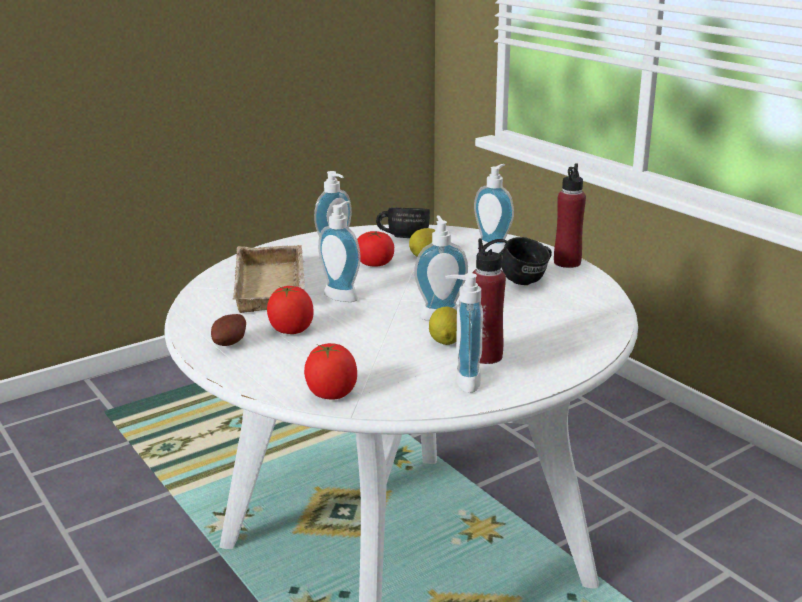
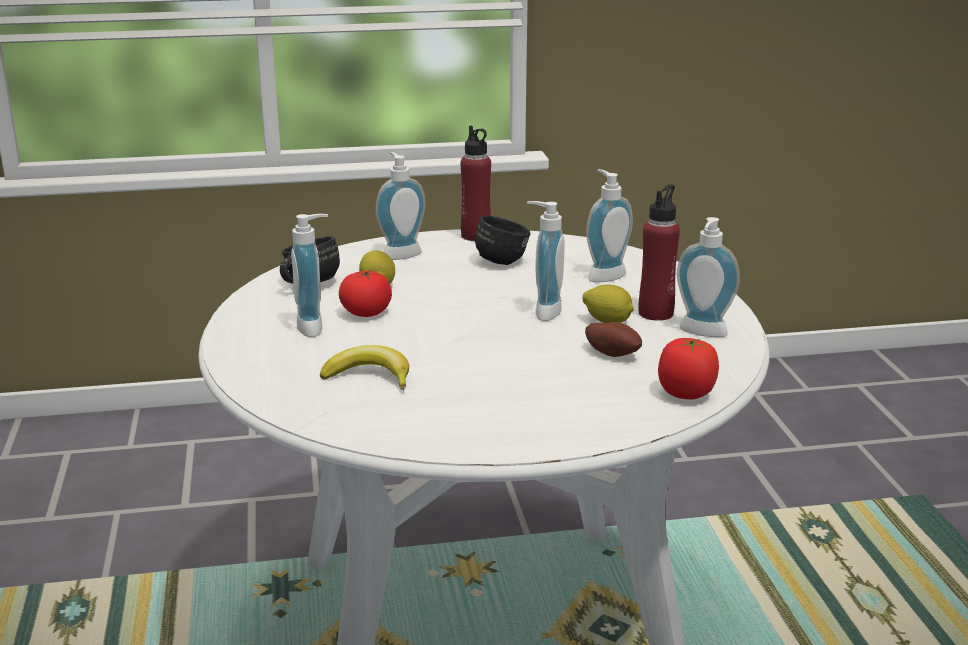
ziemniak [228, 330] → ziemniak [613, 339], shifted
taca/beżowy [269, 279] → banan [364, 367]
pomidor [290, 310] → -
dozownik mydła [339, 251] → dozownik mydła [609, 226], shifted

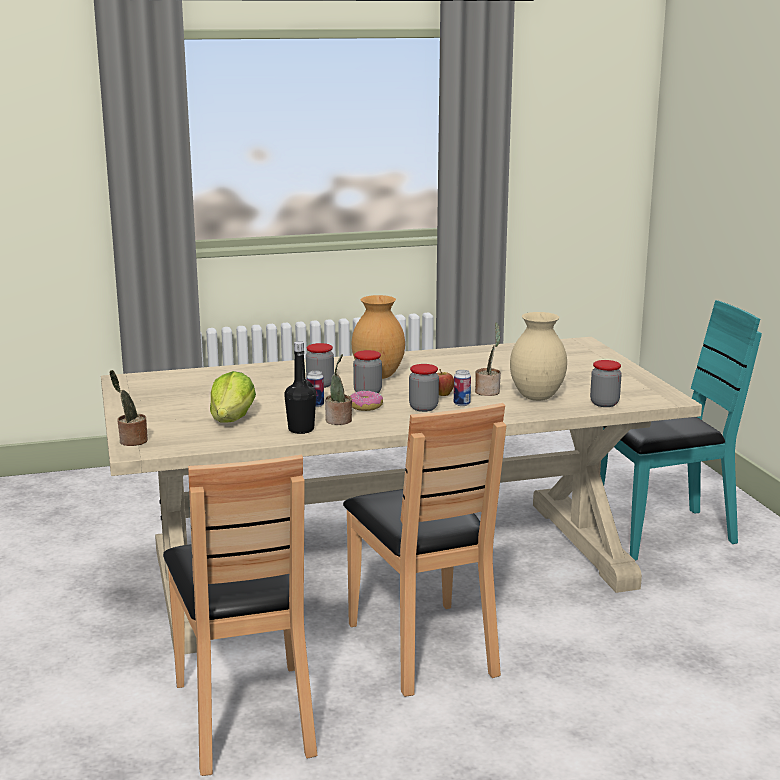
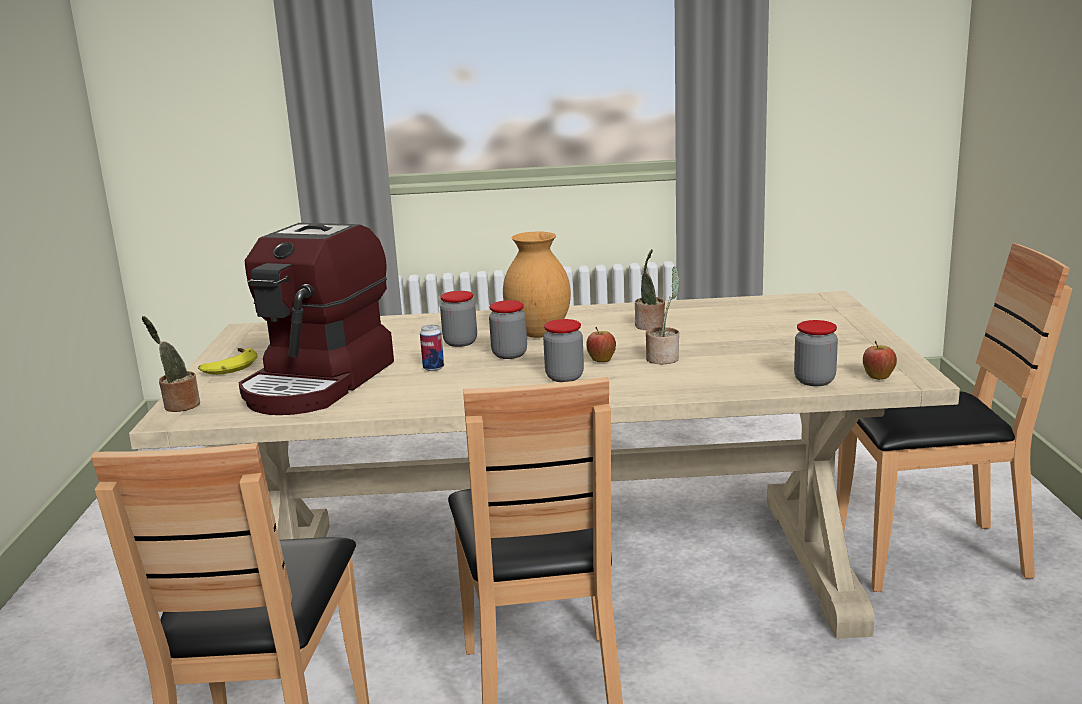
sałata [233, 397] → ekspres do kawy [316, 319]
butelka/czarny [300, 387] → -
roślina doniczkowa [338, 389] → roślina doniczkowa [650, 289], shifted
donut [366, 401] → -
puszka [462, 388] → -
wazon/beżowy [538, 356] → -
krzesło/turkusowy [681, 430] → krzesło/brązowy [954, 417]
- → banan [227, 361]
- → jabłko [880, 360]

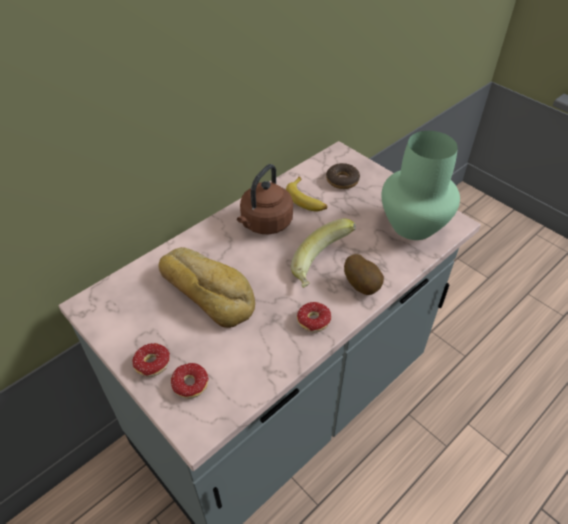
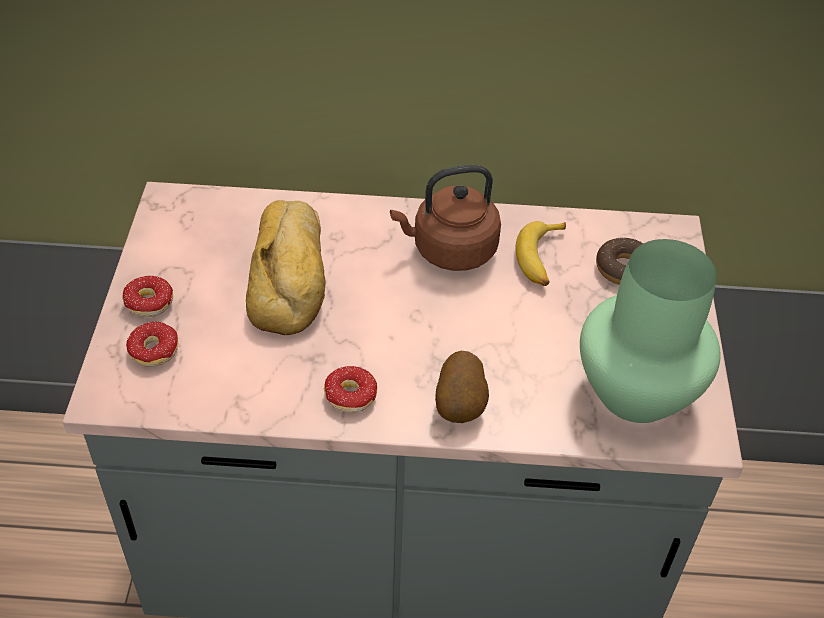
banan [323, 253] → -

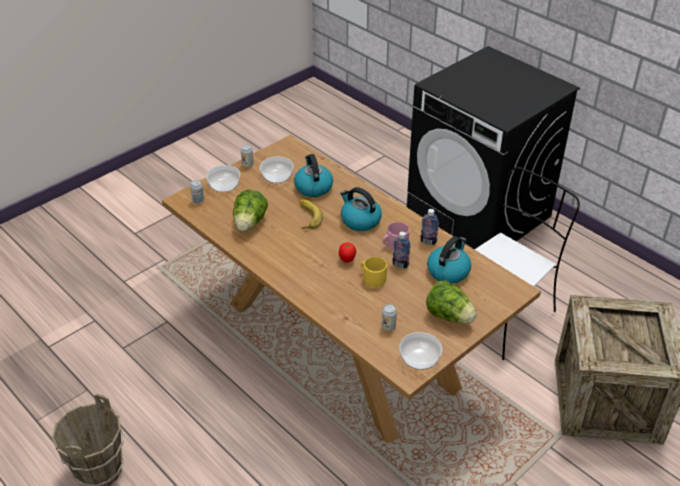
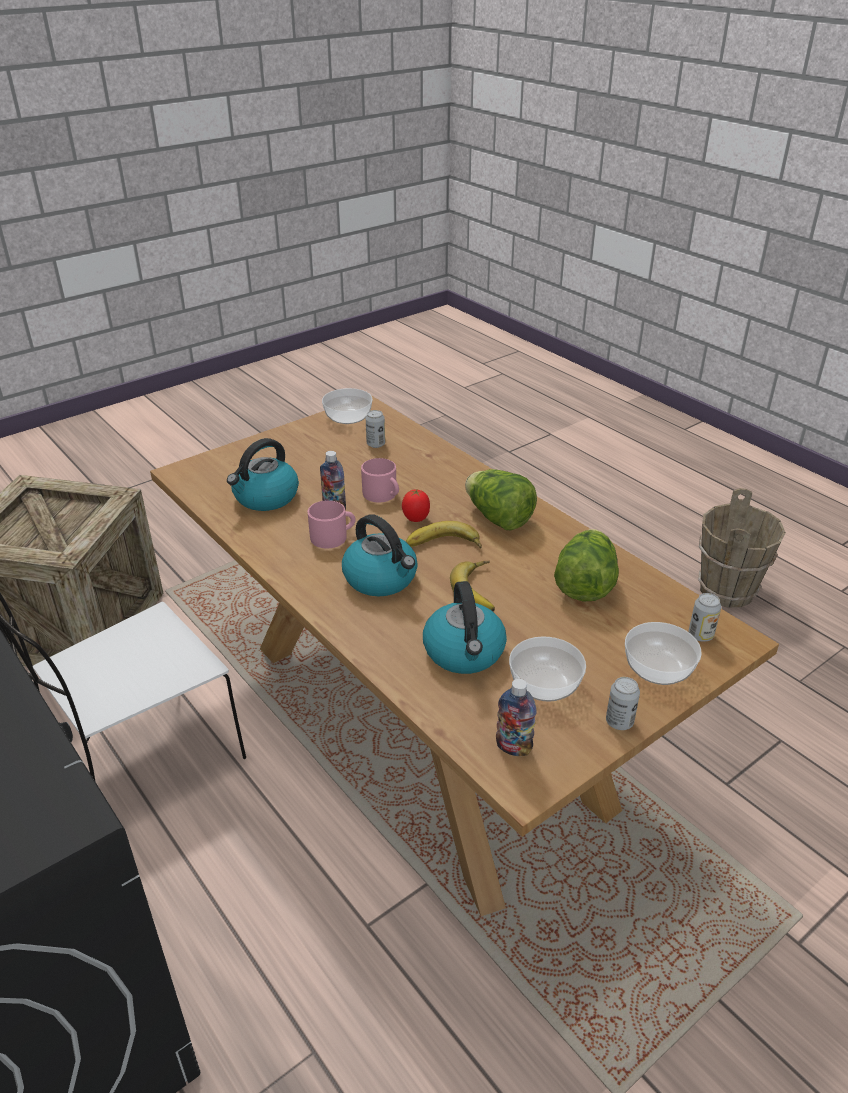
kubek/żółty [373, 272] → kubek/różowy [380, 480]
butelka [429, 227] → butelka [516, 717], shifted
sałata [451, 302] → sałata [501, 500], shifted
- → banan [443, 535]

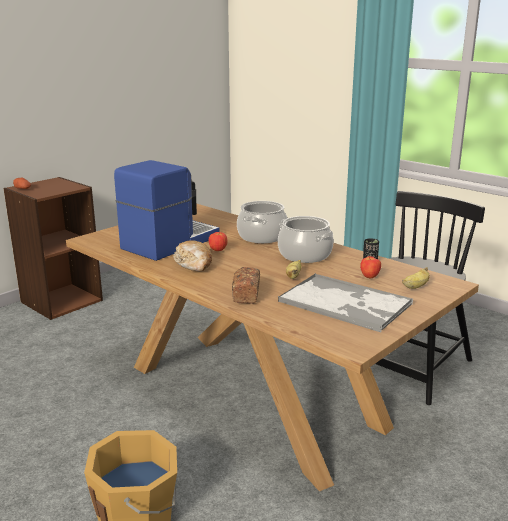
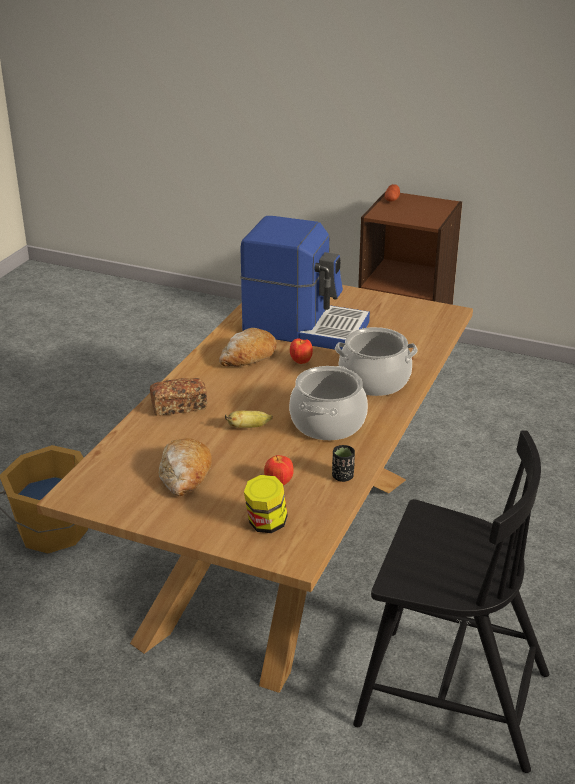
taca [345, 302] → chleb [185, 467]
banan [416, 278] → słoik [266, 504]

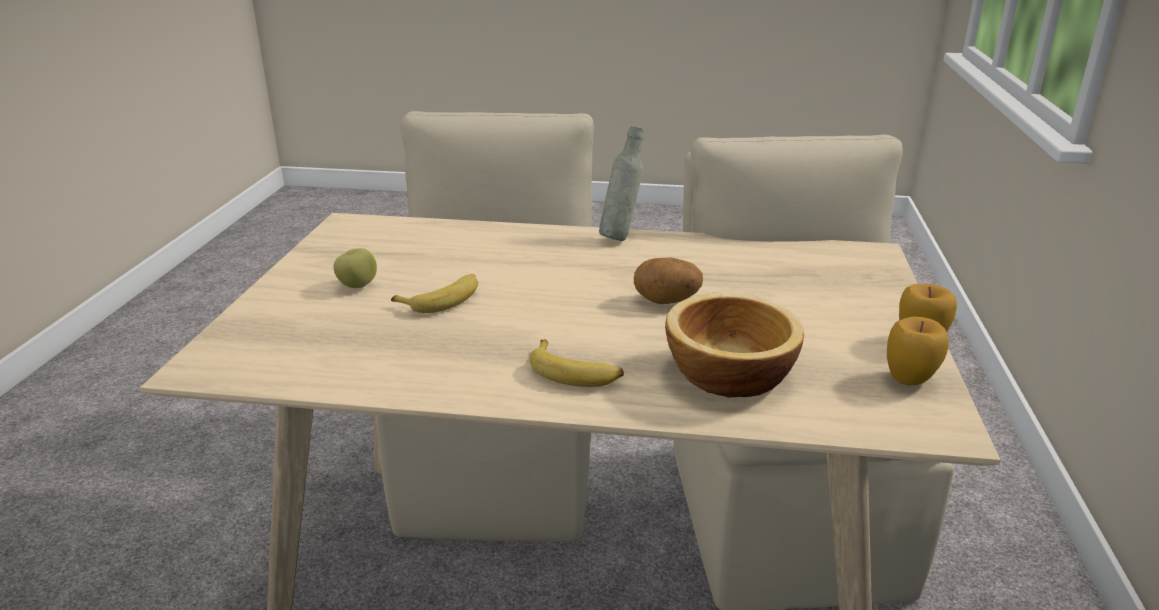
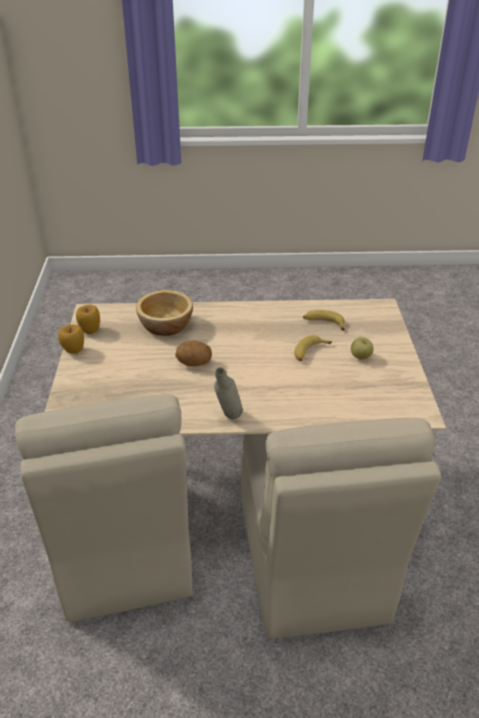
banan [577, 363] → banan [324, 320], shifted

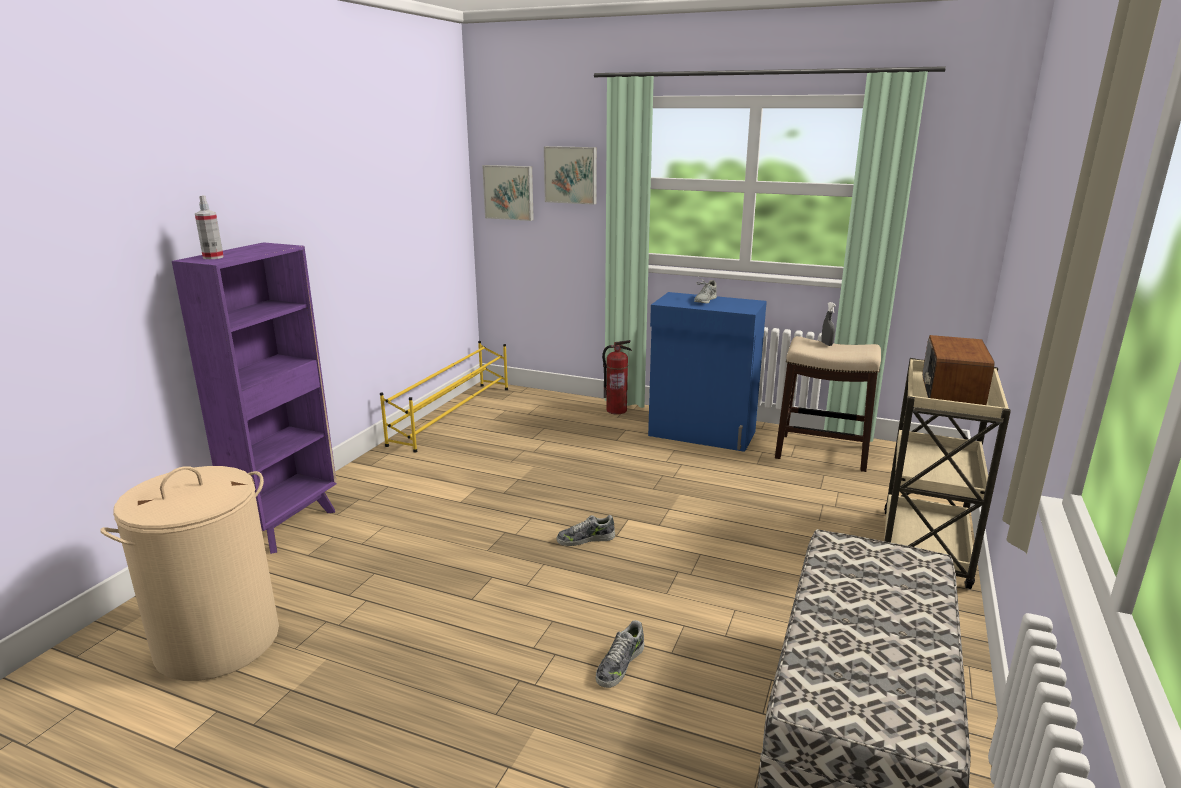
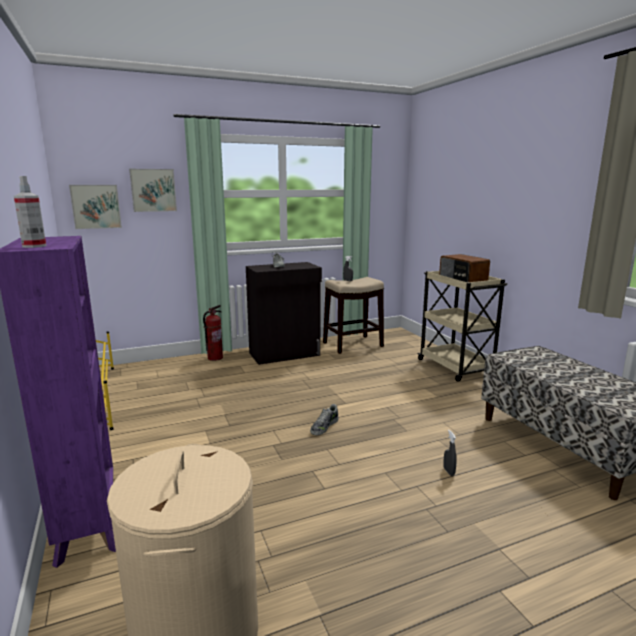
but [620, 654] → spryskiwacz/szary [450, 453]
szafka/niebieski [707, 372] → szafka/czarny [284, 313]

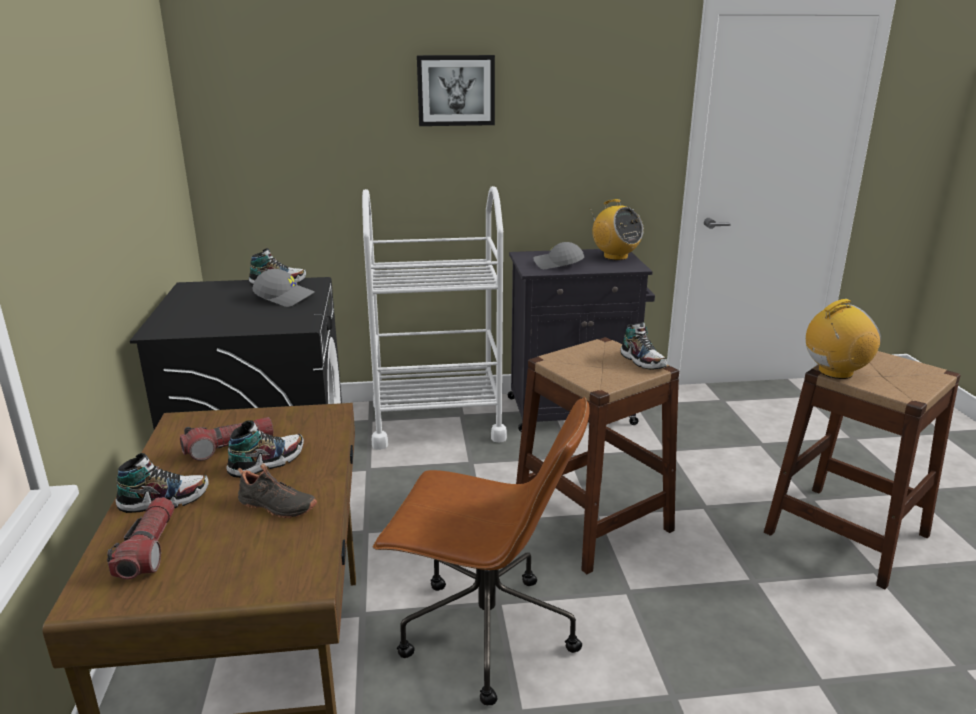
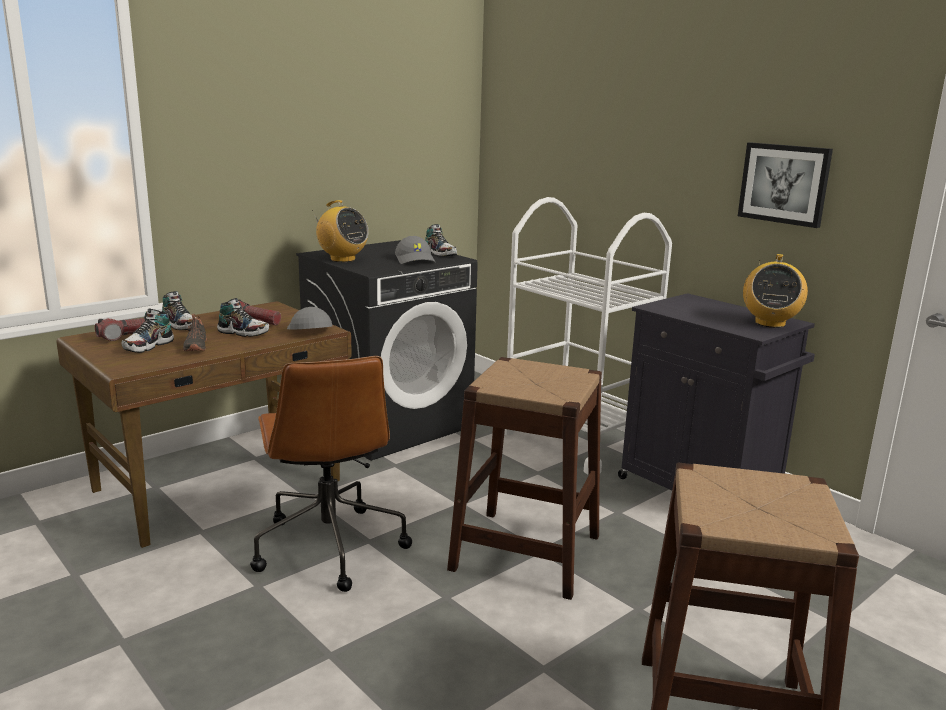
obraz [456, 90] → obraz [785, 185], shifted
czapka z daszkiem/szary [558, 255] → czapka z daszkiem/szary [310, 318], shifted
but [643, 346] → but [147, 330], shifted
radio [843, 339] → radio [340, 231], shifted

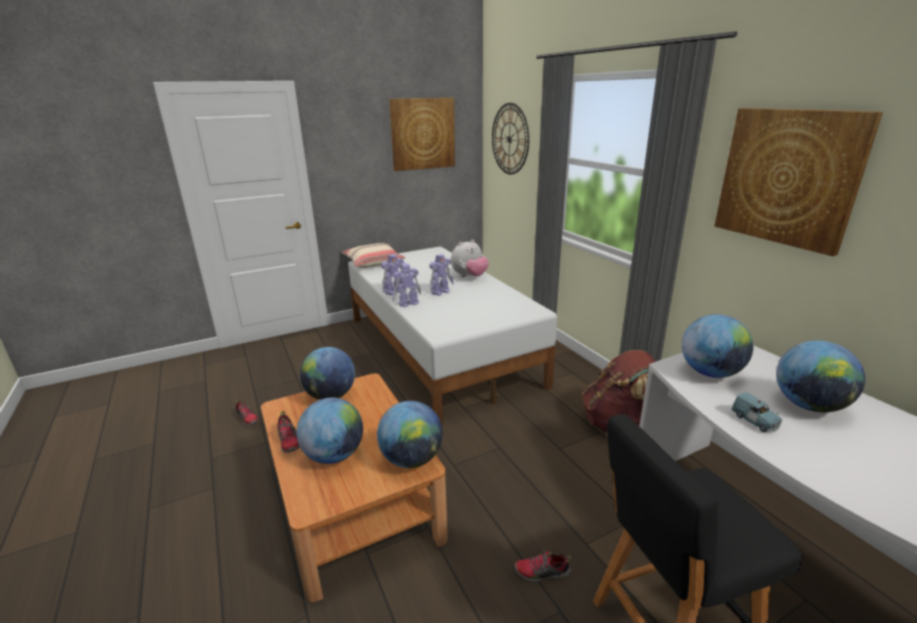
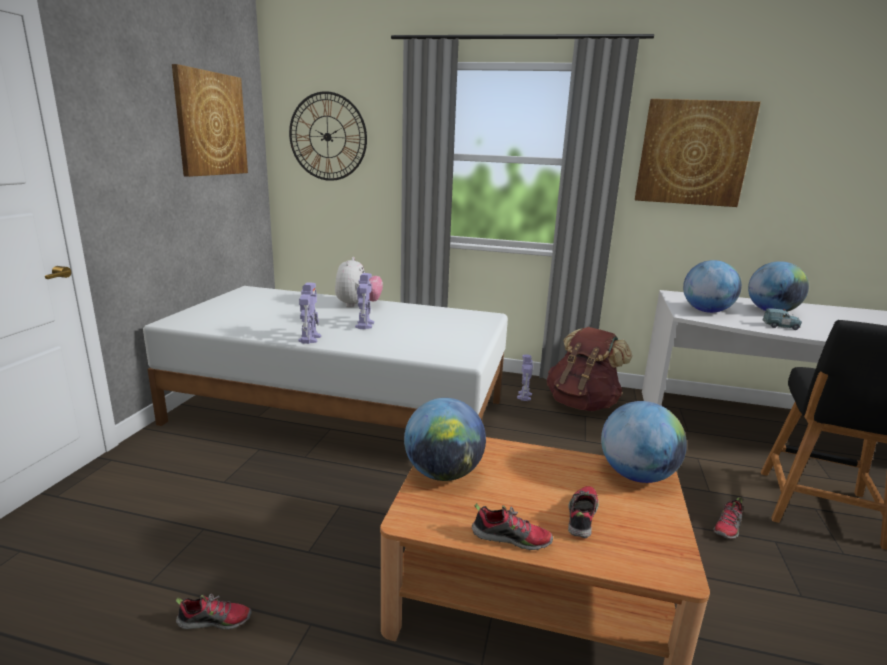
globus [330, 431] → but [583, 512]
poduszka/beżowy [374, 255] → -
robot zabawkowy [406, 285] → robot zabawkowy [525, 377], shifted

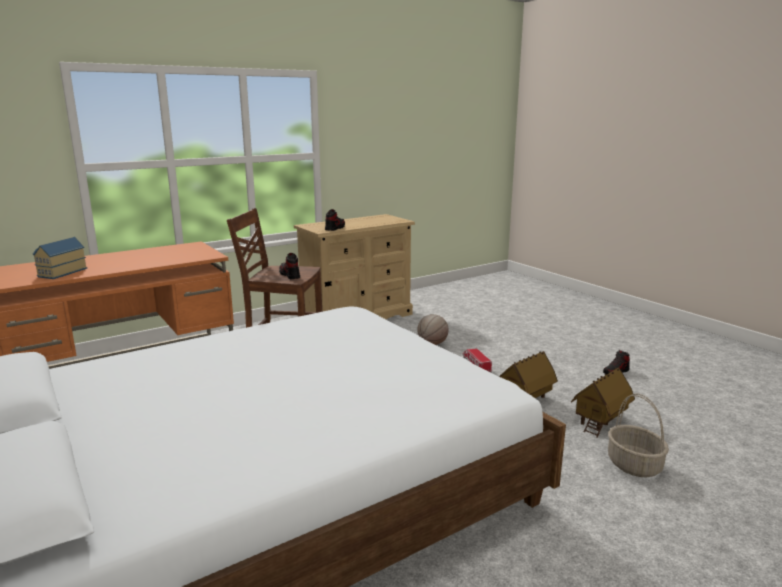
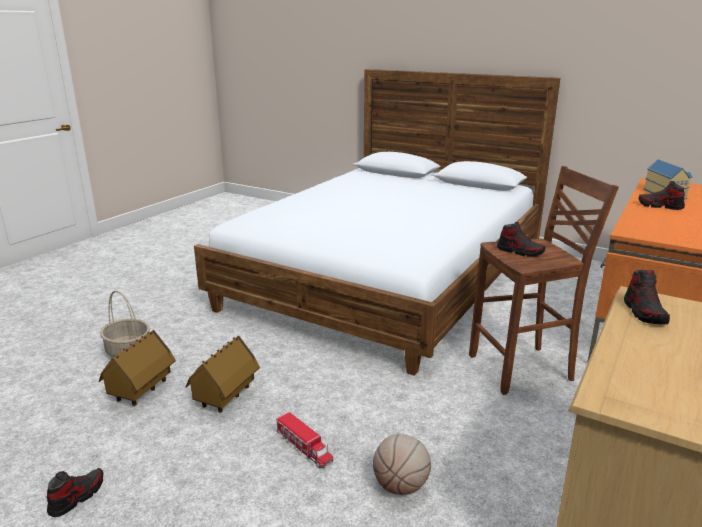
- → but [662, 195]

